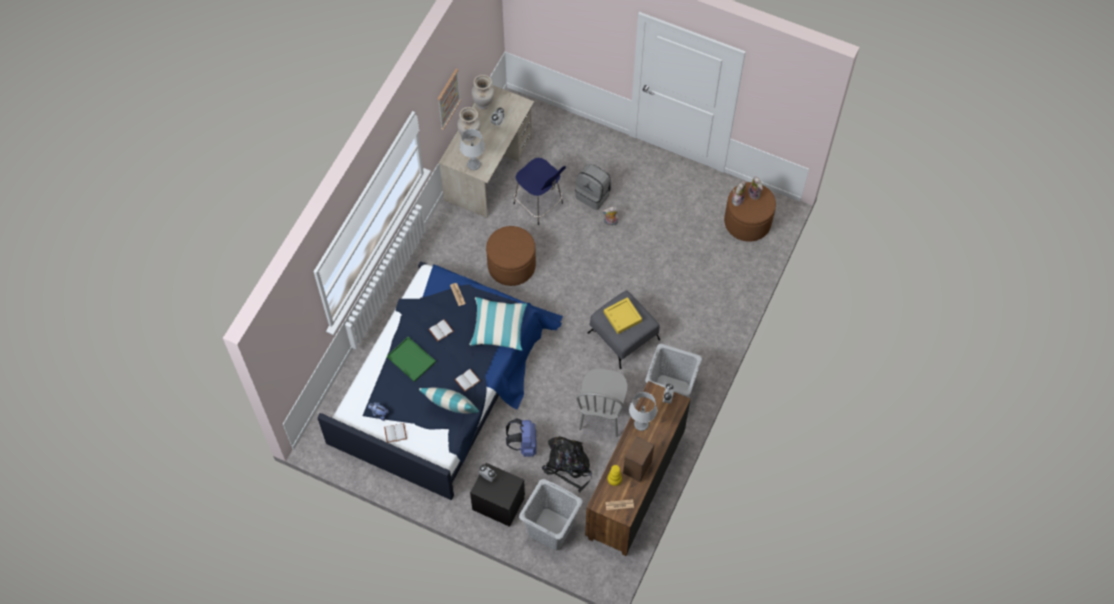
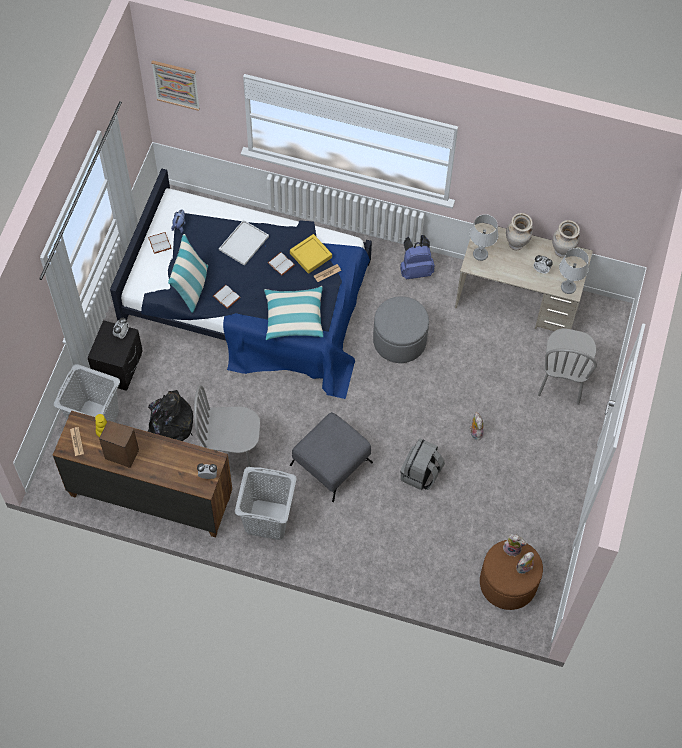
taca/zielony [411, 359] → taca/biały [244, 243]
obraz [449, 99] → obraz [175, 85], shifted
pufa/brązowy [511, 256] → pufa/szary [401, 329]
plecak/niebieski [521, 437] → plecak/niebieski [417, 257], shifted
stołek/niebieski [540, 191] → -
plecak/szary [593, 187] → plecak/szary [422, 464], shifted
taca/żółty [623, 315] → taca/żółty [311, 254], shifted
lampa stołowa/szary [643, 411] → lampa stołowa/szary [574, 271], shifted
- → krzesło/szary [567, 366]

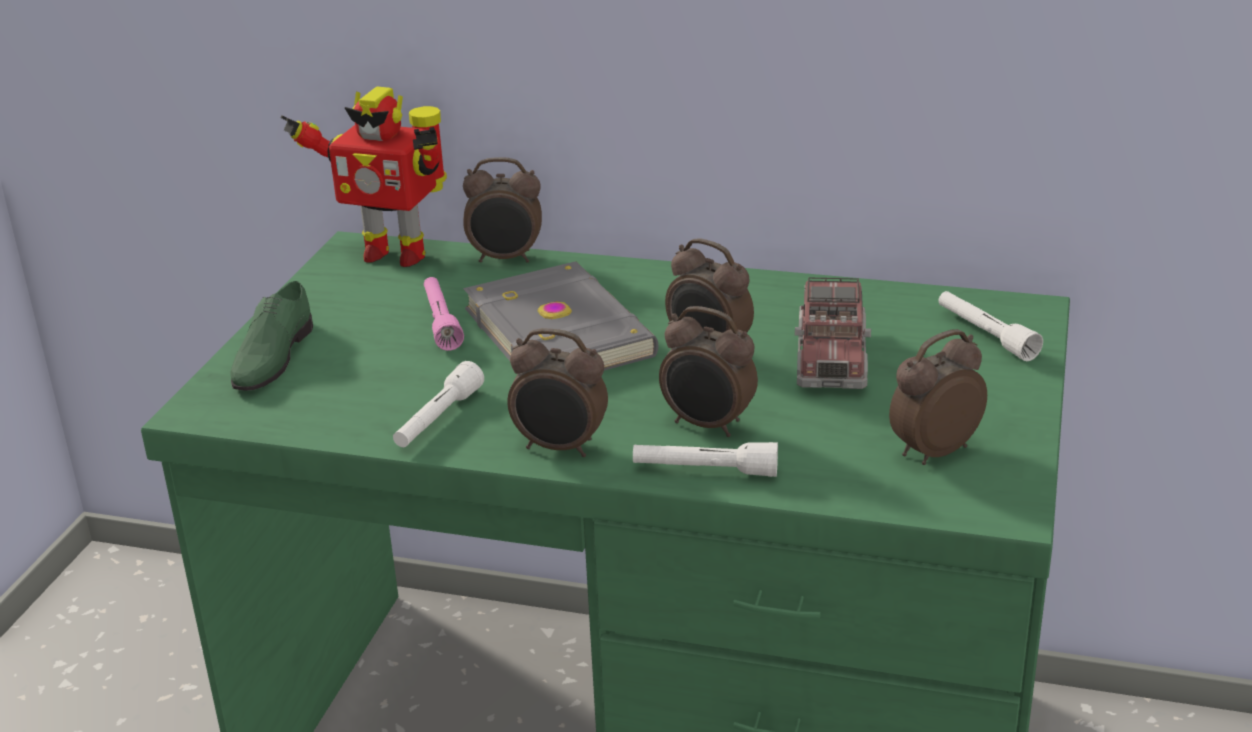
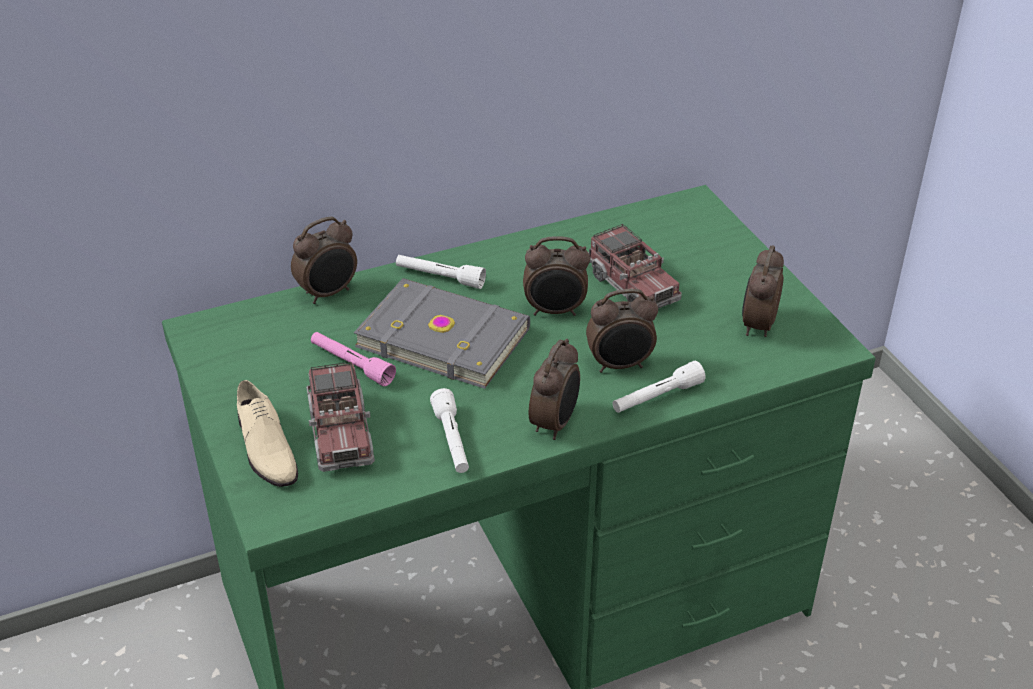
but/zielony [272, 336] → but/beżowy [267, 433]
robot zabawkowy [363, 176] → -
budzik [557, 392] → budzik [554, 389], 45 degrees counterclockwise
latarka/biały [990, 326] → latarka/biały [441, 272], shifted
- → ciężarówka zabawkowa [340, 417]

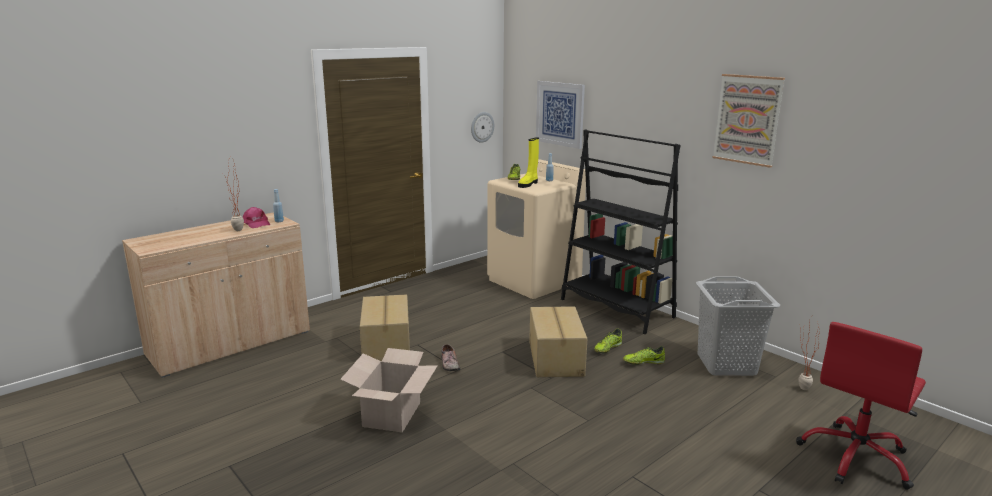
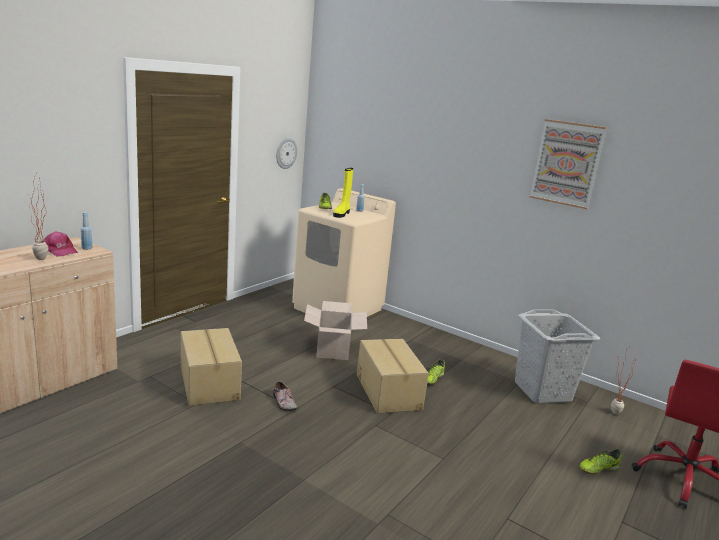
karton [389, 390] → karton [335, 330], shifted
obraz [560, 115] → -
regał/czarny [621, 231] → -
but [644, 355] → but [600, 461], shifted

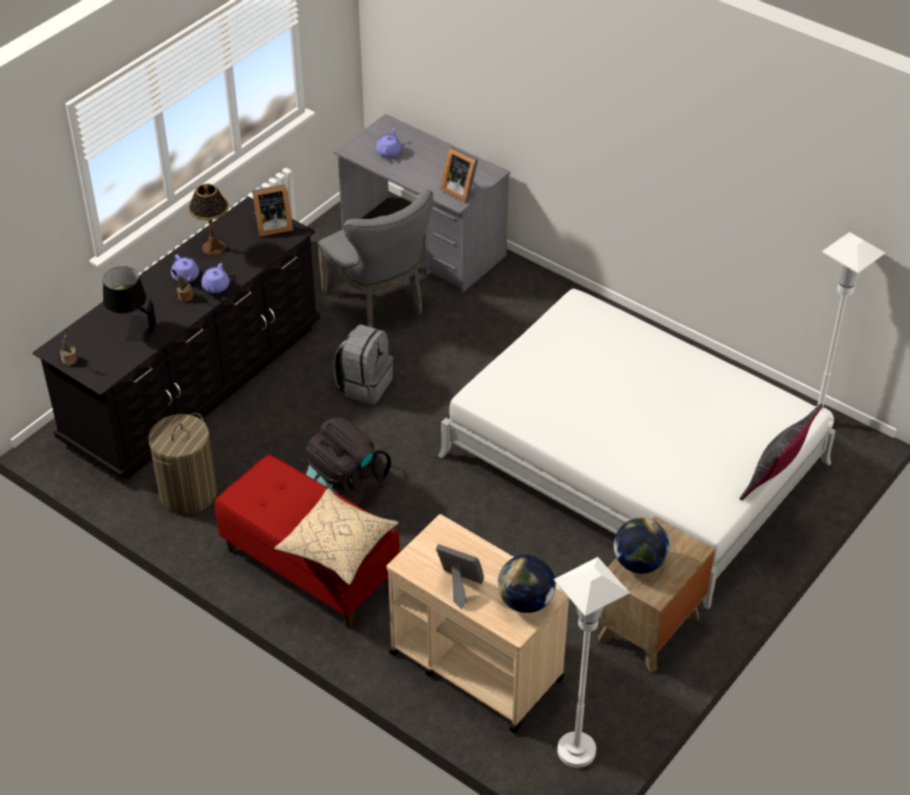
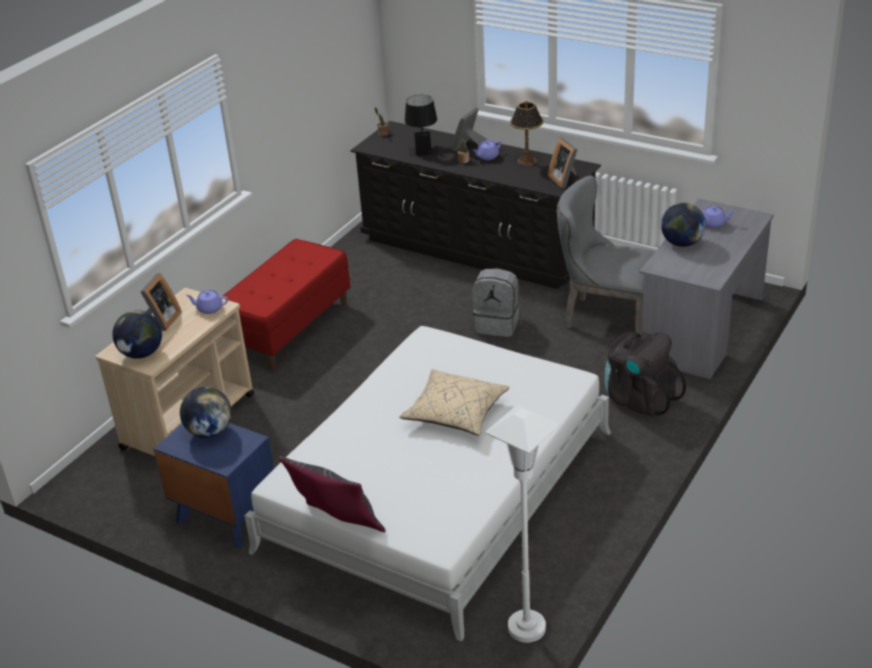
kosz na pranie [182, 463] → -
imbryk/fioletowy [215, 278] → imbryk/fioletowy [207, 302], shifted
poduszka/beżowy [336, 537] → poduszka/beżowy [455, 402], shifted
plecak/czarny [348, 462] → plecak/czarny [645, 374], shifted
krzesło/szary [375, 258] → krzesło/szary [606, 254], 60 degrees clockwise
ramka na zdjęcie [459, 174] → ramka na zdjęcie [470, 129], shifted
lampa stojąca/biały [592, 662] → -
szafka nocna/brązowy [656, 594] → szafka nocna/niebieski [214, 485]
- → globus [683, 225]

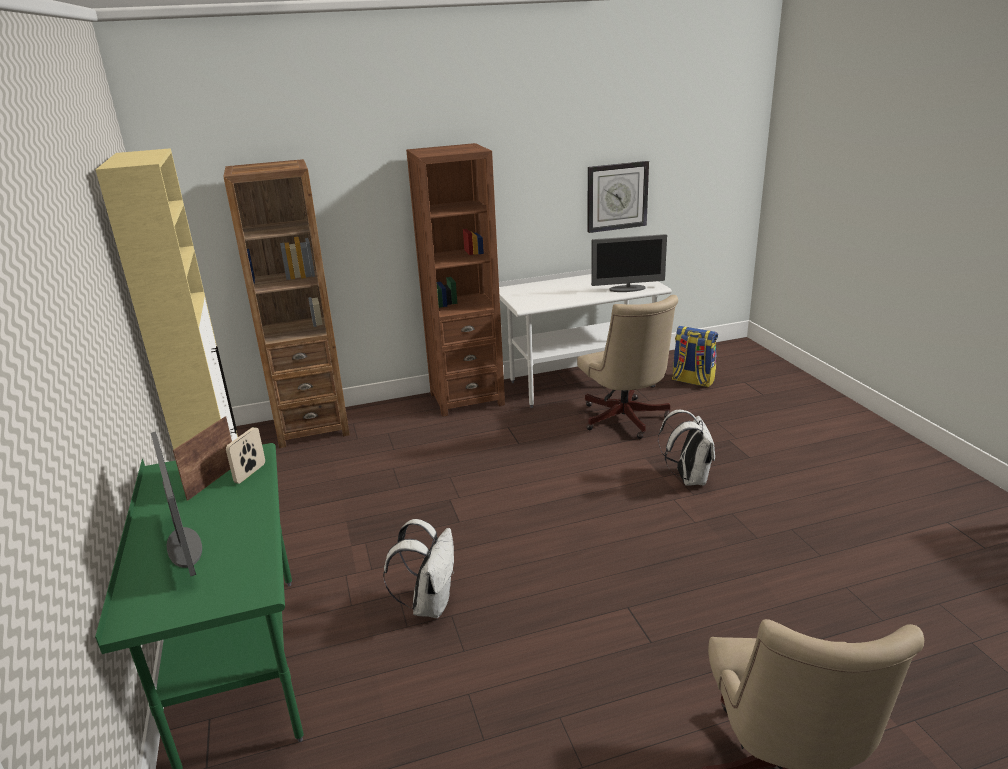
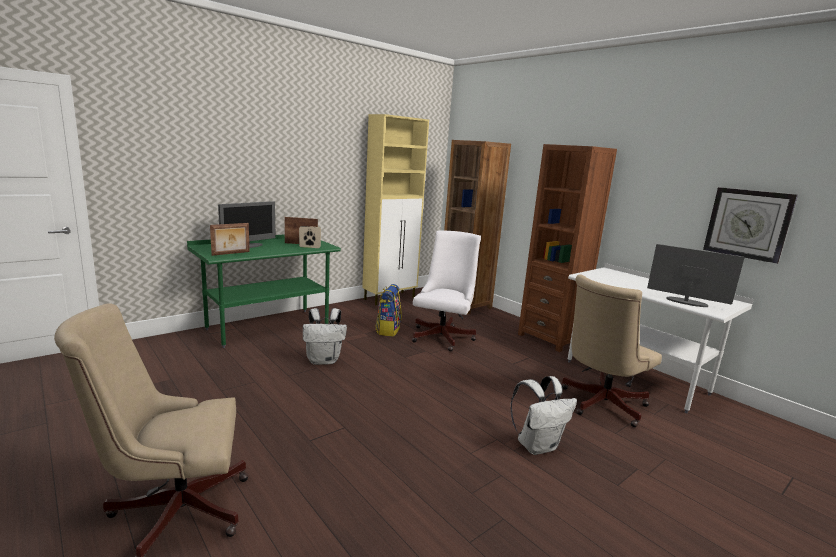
monitor [629, 263] → monitor [695, 275], 150 degrees clockwise
plecak [695, 357] → plecak [388, 310], shifted
- → ramka na zdjęcie [230, 239]
- → krzesło biurowe/biały [446, 290]

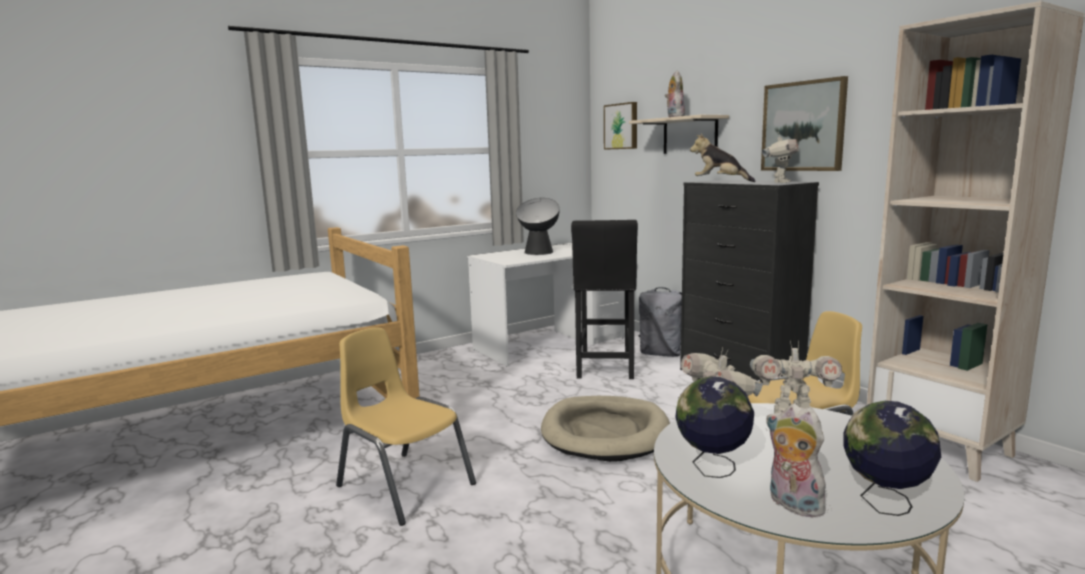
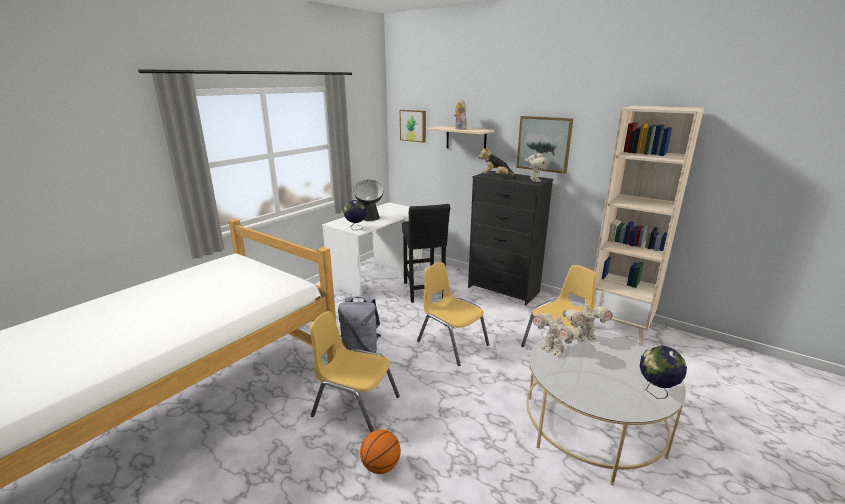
legowisko/beżowy [605, 429] → krzesło/żółty [453, 314]
plecak/szary [660, 322] → plecak/szary [359, 324], shifted
globus [714, 427] → globus [355, 215], shifted
pluszak [798, 460] → -
- → piłka do koszykówki [380, 451]

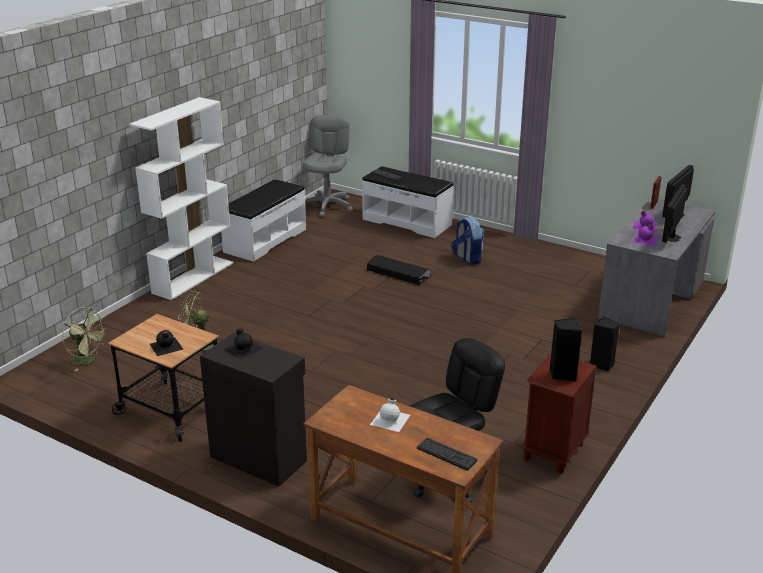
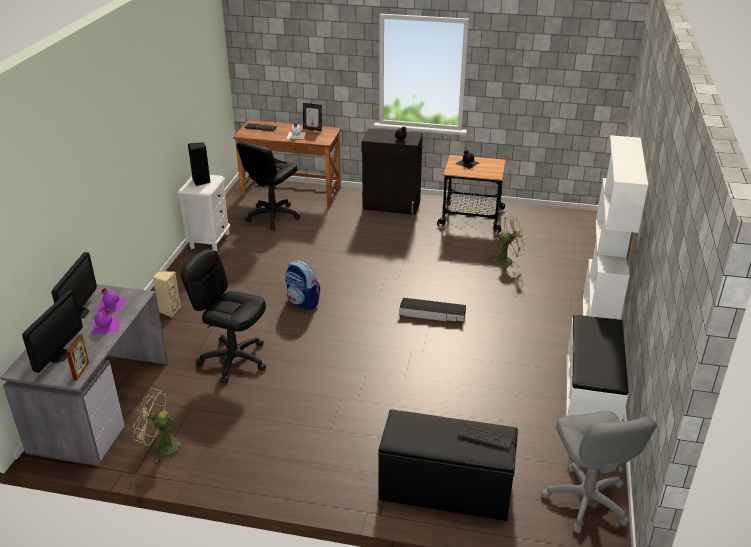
wentylator/zielony [85, 339] → wentylator/zielony [159, 425], shifted
ławka/biały [408, 202] → ławka/czarny [448, 465]
pojemnik do przechowywania/czarny [398, 270] → pojemnik do przechowywania/czarny [432, 309], shifted
plecak [467, 241] → plecak [302, 285], shifted
szafka nocna/brązowy [559, 413] → szafka nocna/biały [204, 213]
głośnik/czarny [605, 344] → głośnik/beżowy [167, 294]
- → krzesło biurowe/czarny [223, 316]
- → ramka na zdjęcie [312, 117]

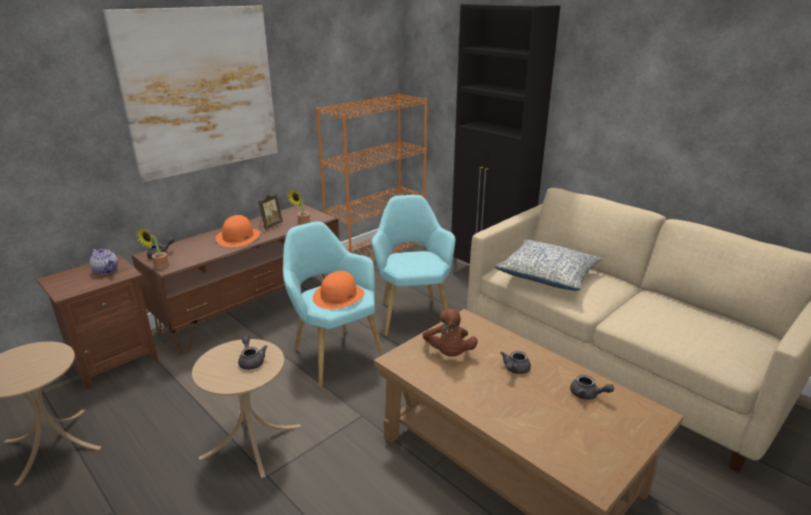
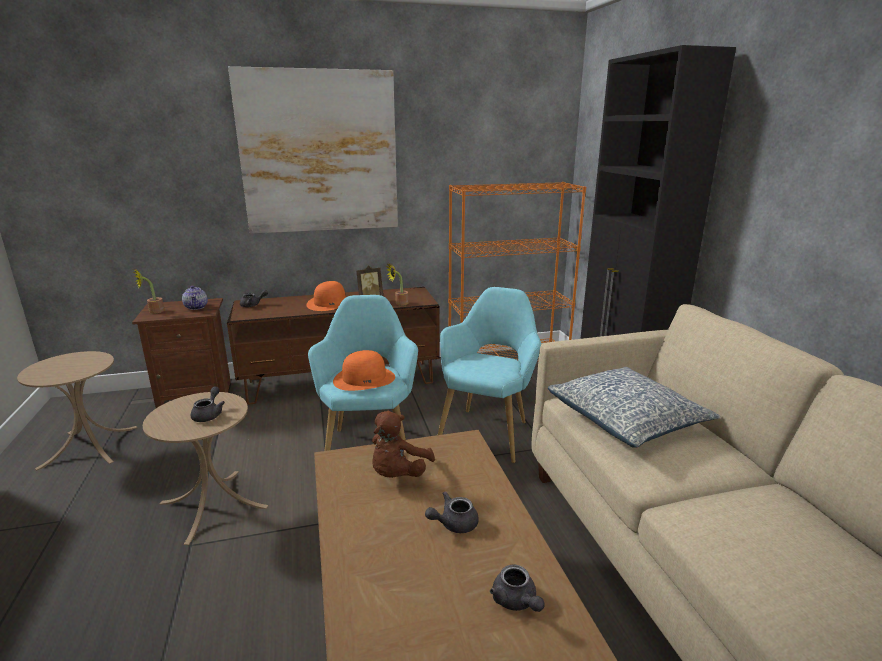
roślina doniczkowa [152, 248] → roślina doniczkowa [149, 291], shifted

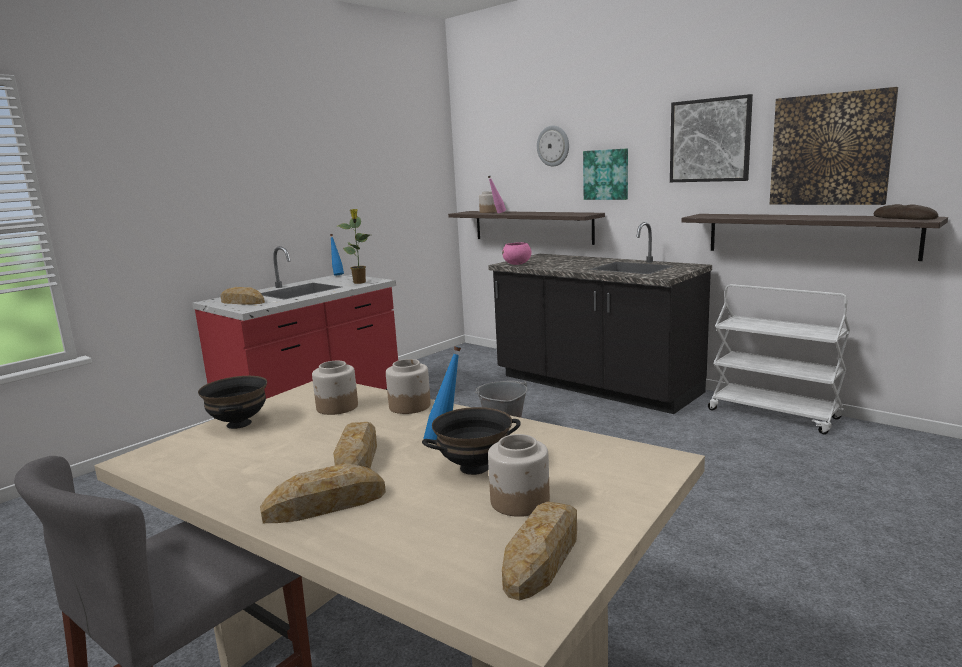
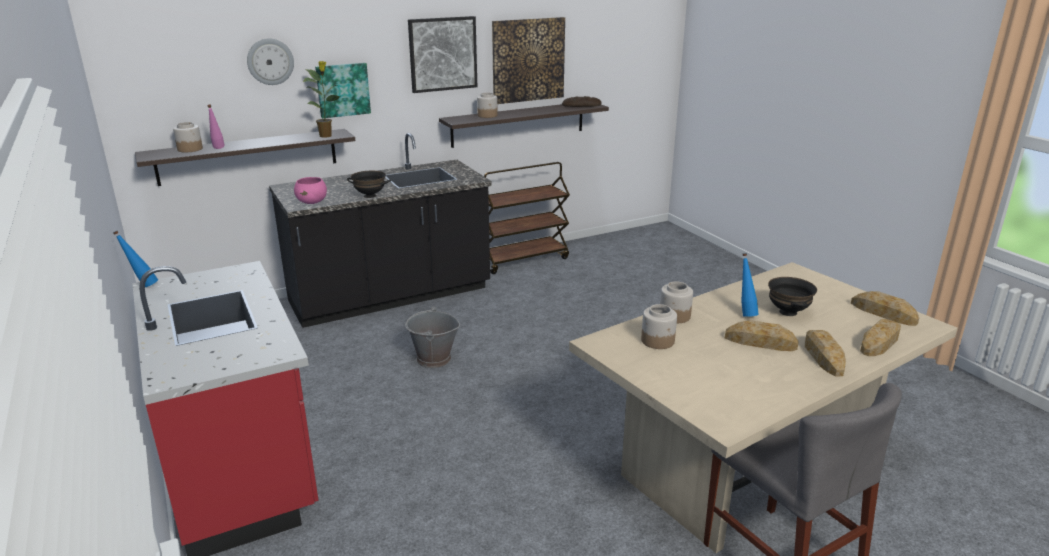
miska/czarny [232, 402] → miska/czarny [369, 184], shifted
chleb [242, 296] → chleb [880, 337], shifted
roślina doniczkowa [353, 246] → roślina doniczkowa [322, 99], shifted
słoik [519, 475] → słoik [487, 105], shifted
wózek/biały [779, 359] → wózek/brązowy [527, 218]

